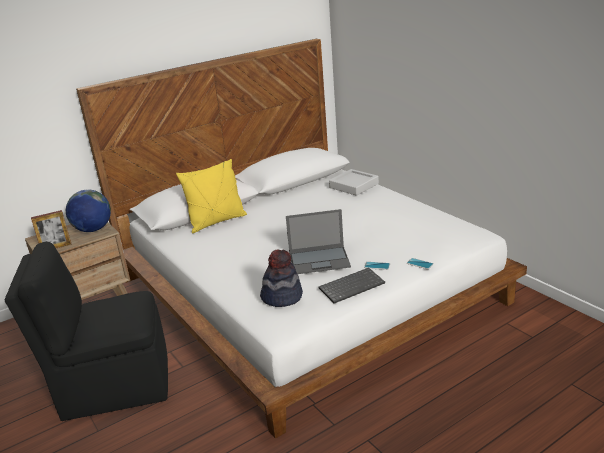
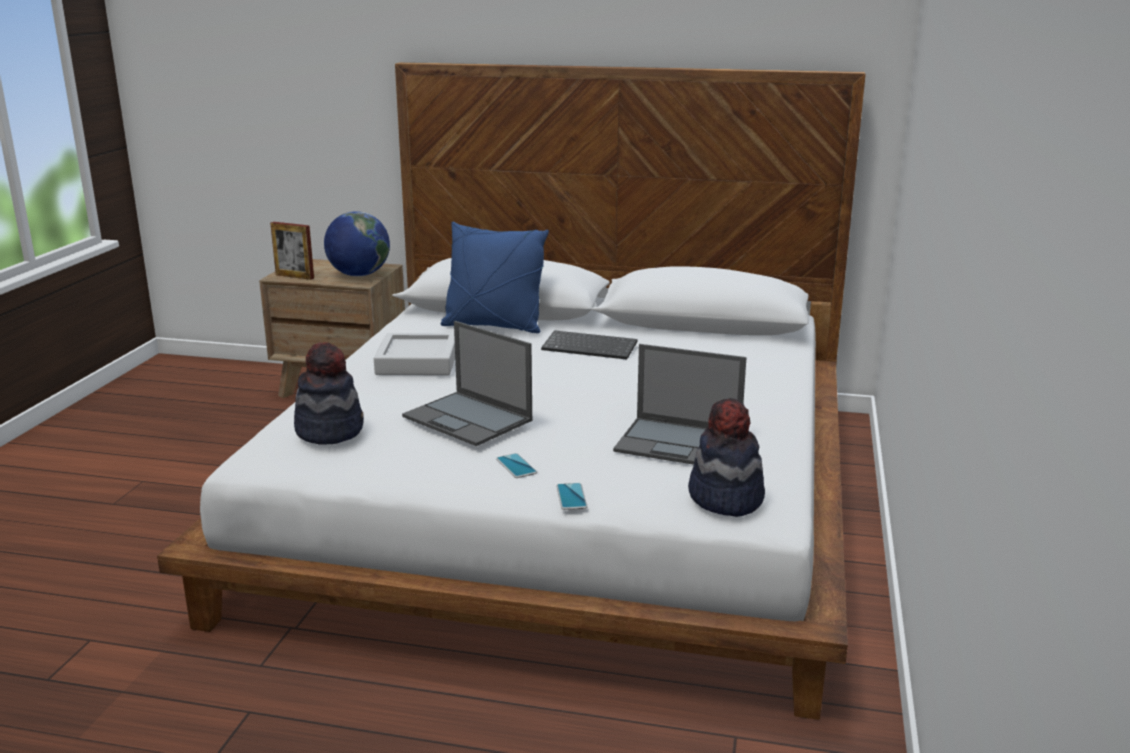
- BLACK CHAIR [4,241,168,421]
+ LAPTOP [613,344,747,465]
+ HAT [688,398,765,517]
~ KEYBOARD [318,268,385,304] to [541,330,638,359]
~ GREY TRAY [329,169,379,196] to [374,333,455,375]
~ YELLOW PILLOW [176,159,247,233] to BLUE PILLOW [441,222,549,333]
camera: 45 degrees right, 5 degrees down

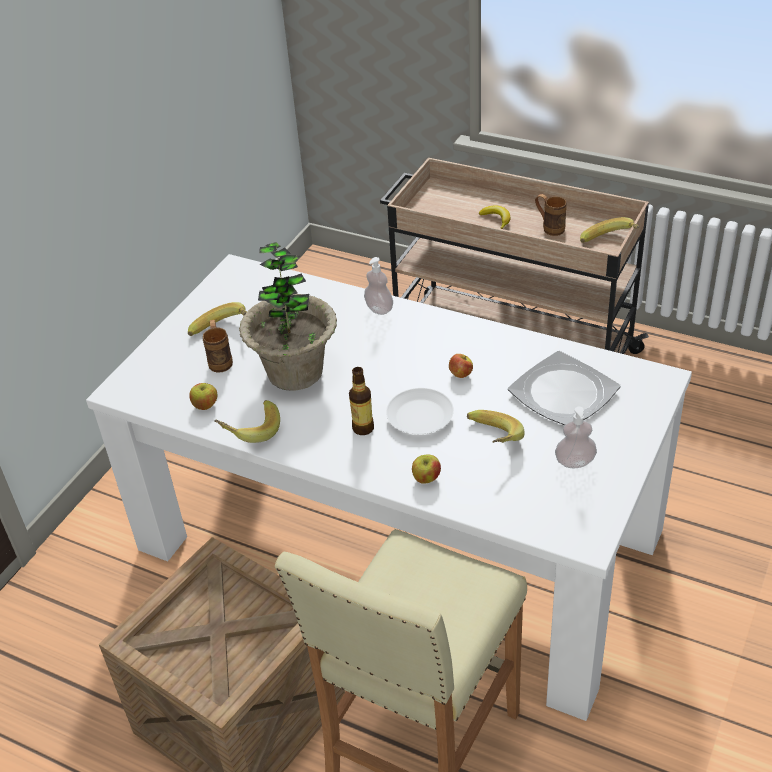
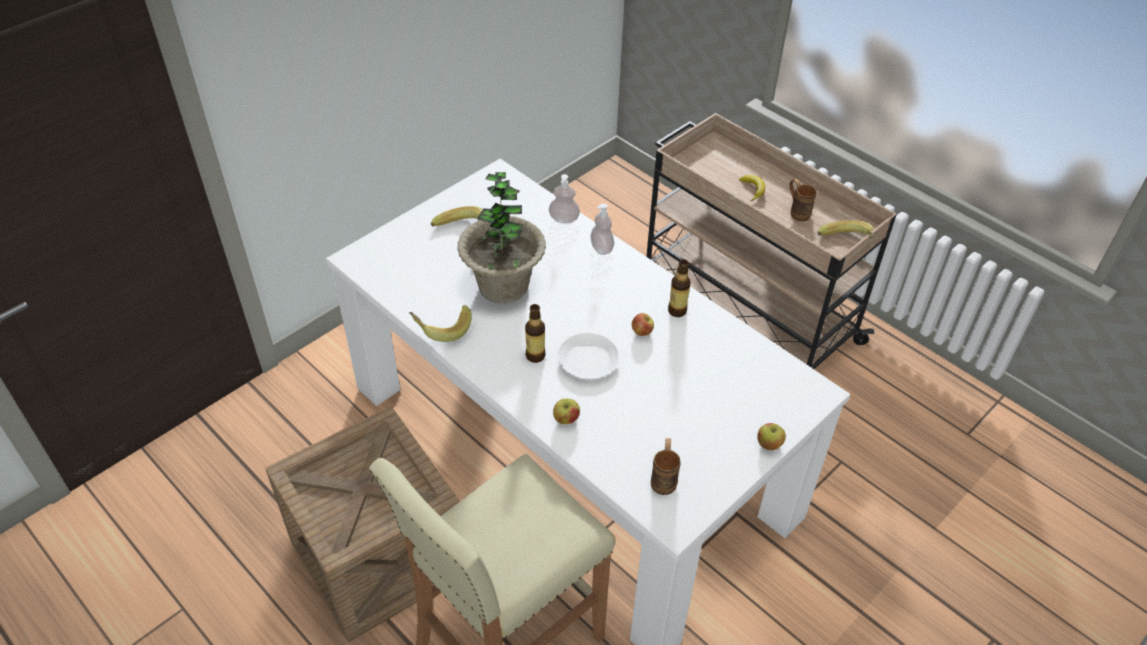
- BANANA [467,410,524,443]
- PLATE [508,351,620,425]
+ BOTTLE [668,259,691,317]
~ APPLE [189,383,217,410] to [757,423,786,450]
~ BROWN MUG [203,320,233,372] to [651,438,681,495]
~ SOAP DISPENSER [555,407,597,468] to [549,174,580,224]
camera: 15 degrees right, 5 degrees up

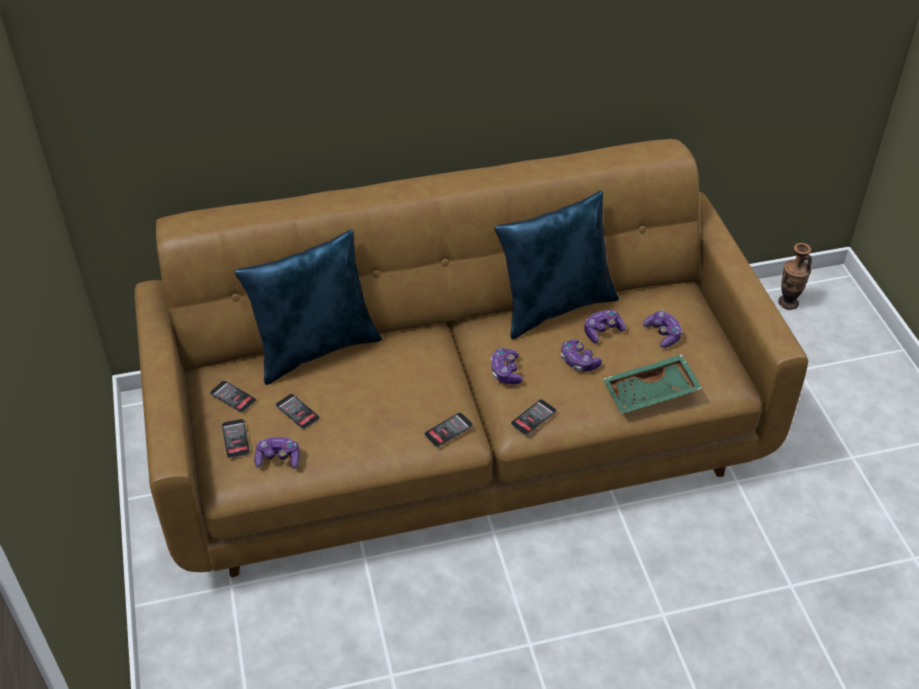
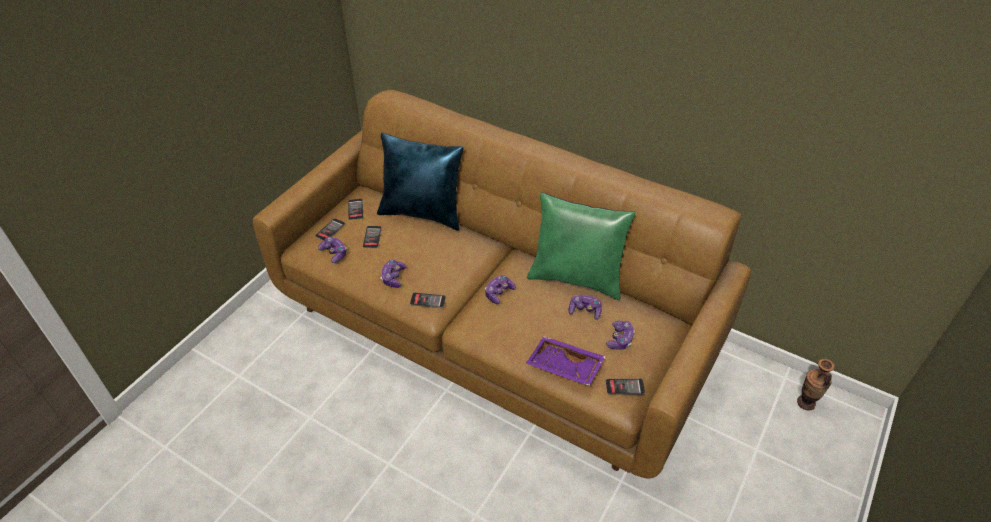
~ PHONE [511,399,557,435] to [606,379,645,395]
~ GAME CONTROLLER [561,339,602,372] to [380,260,406,288]
~ BLUE PILLOW [495,191,619,339] to GREEN PILLOW [527,193,635,300]
~ GREEN TRAY [603,354,702,414] to PURPLE TRAY [526,336,606,386]
camera: 45 degrees right, 0 degrees up

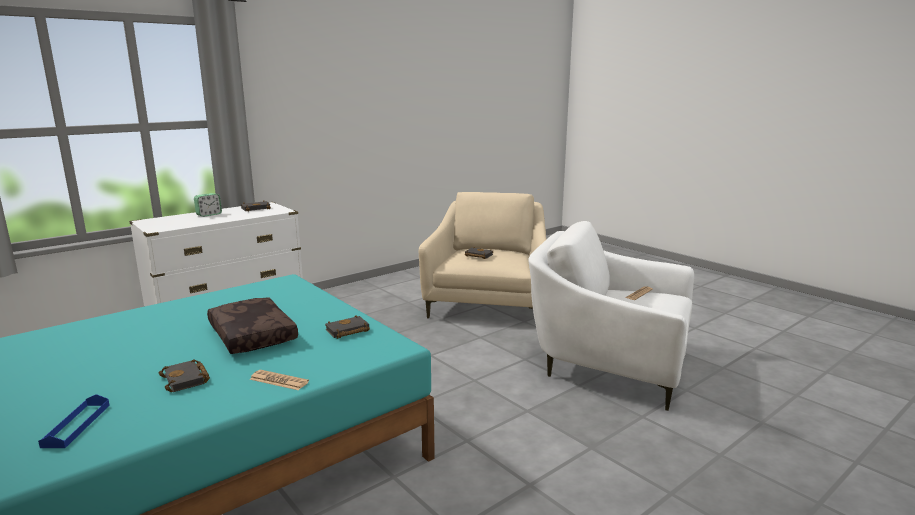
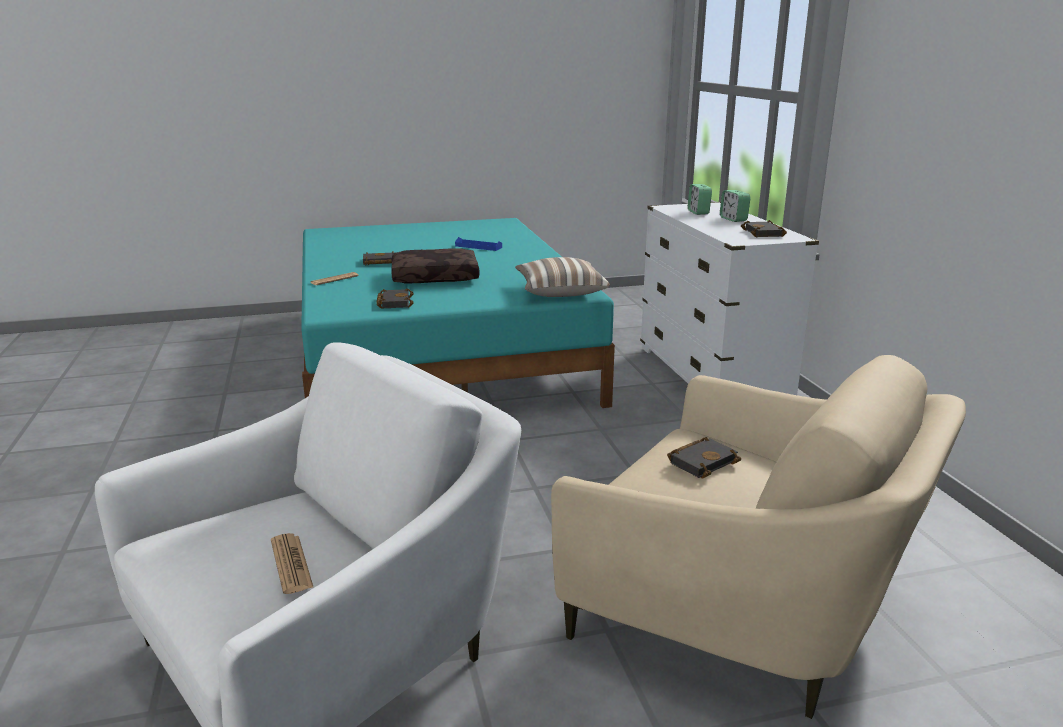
+ PILLOW [515,257,610,297]
+ ALARM CLOCK [688,184,712,215]
~ BLUE TRAY [38,394,110,448] to [455,237,502,251]
camera: 115 degrees right, 5 degrees up

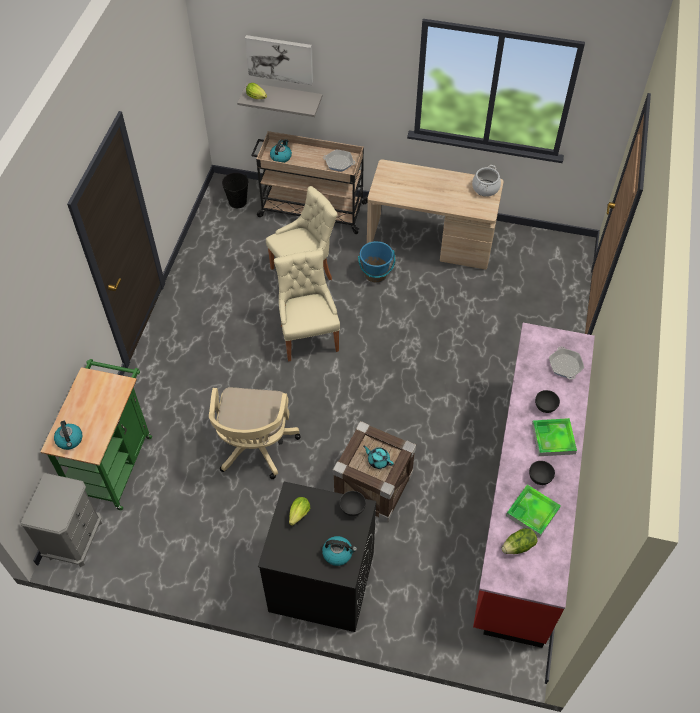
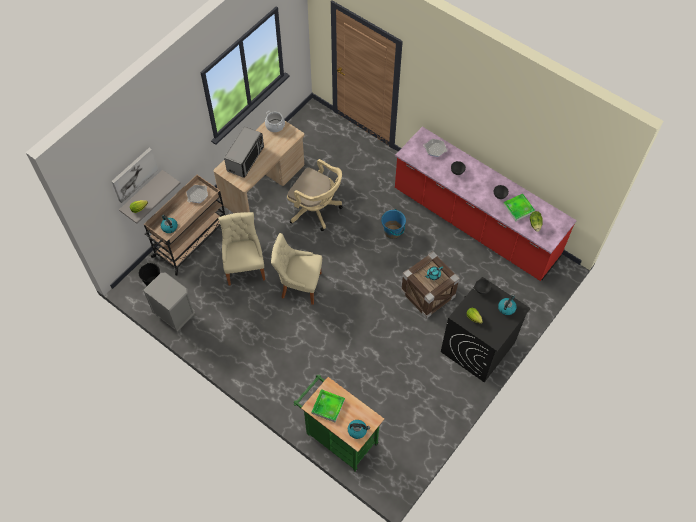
+ MICROWAVE [224,126,264,178]
~ GREY NIGHTSTAND [20,473,102,567] to [143,272,195,332]
~ BEIGE OFFICE CHAIR [209,387,301,479] to [287,159,343,231]
~ BLUE BUCKET [358,241,395,282] to [381,209,406,239]
~ TRAY [532,418,577,456] to [311,389,345,422]
camera: 65 degrees left, 5 degrees up

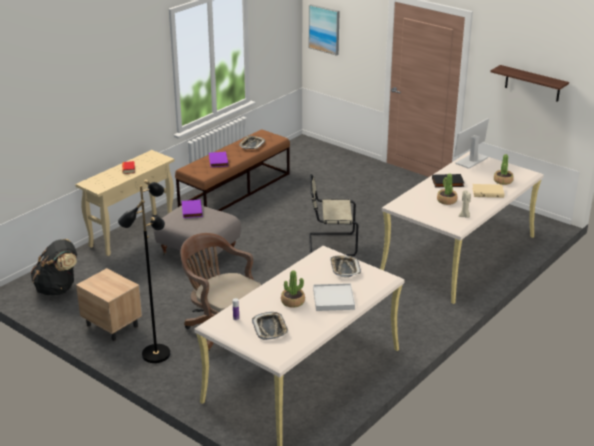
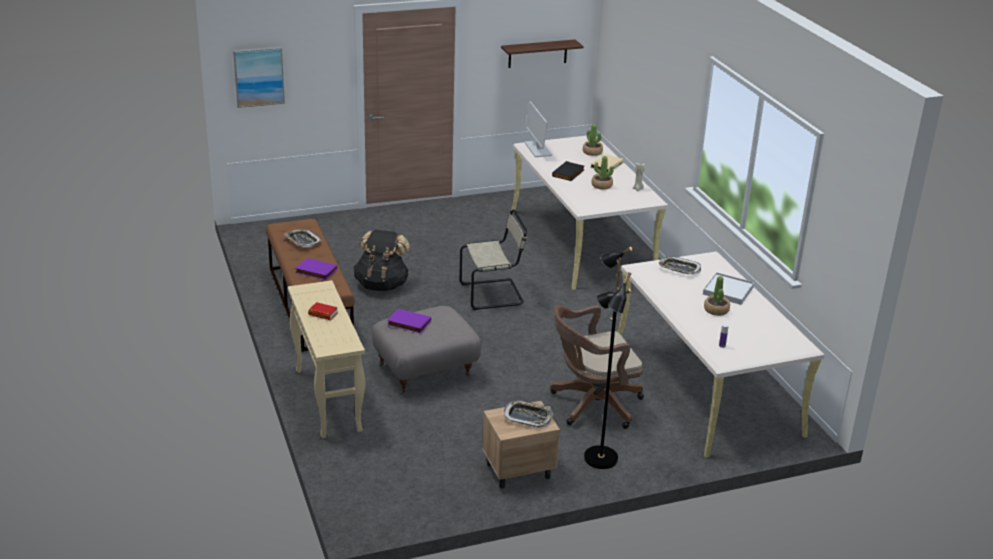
~ BLACK BACKPACK [31,239,77,295] to [354,230,410,291]
~ TRAY [252,312,289,340] to [504,400,553,428]
~ BEIGE CHAIR [309,174,358,256] = [459,210,527,310] 135 degrees counterclockwise
camera: 60 degrees left, 0 degrees up

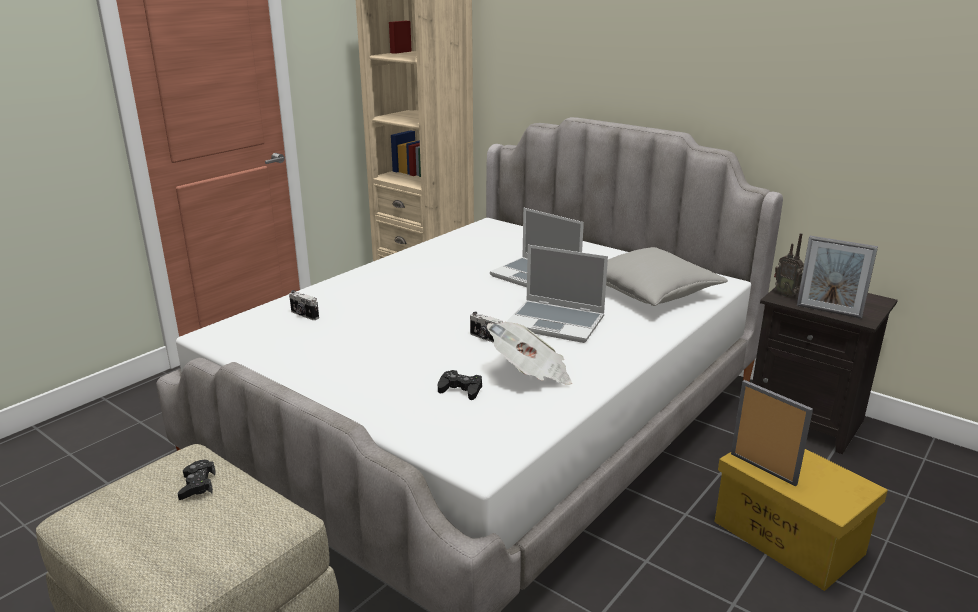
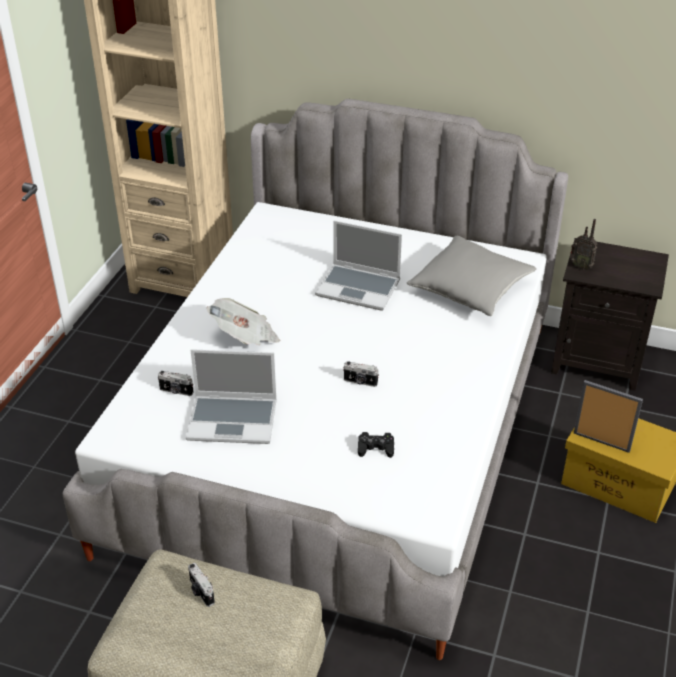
- PICTURE FRAME [797,236,878,319]
~ NEWSPAPER [487,322,572,385] to [207,298,280,345]
~ LAPTOP [506,245,608,343] to [186,349,277,444]
~ BLACK GAME CONTROLLER [178,460,216,500] to PHOTO CAMERA [188,563,215,607]
camera: 20 degrees left, 15 degrees up

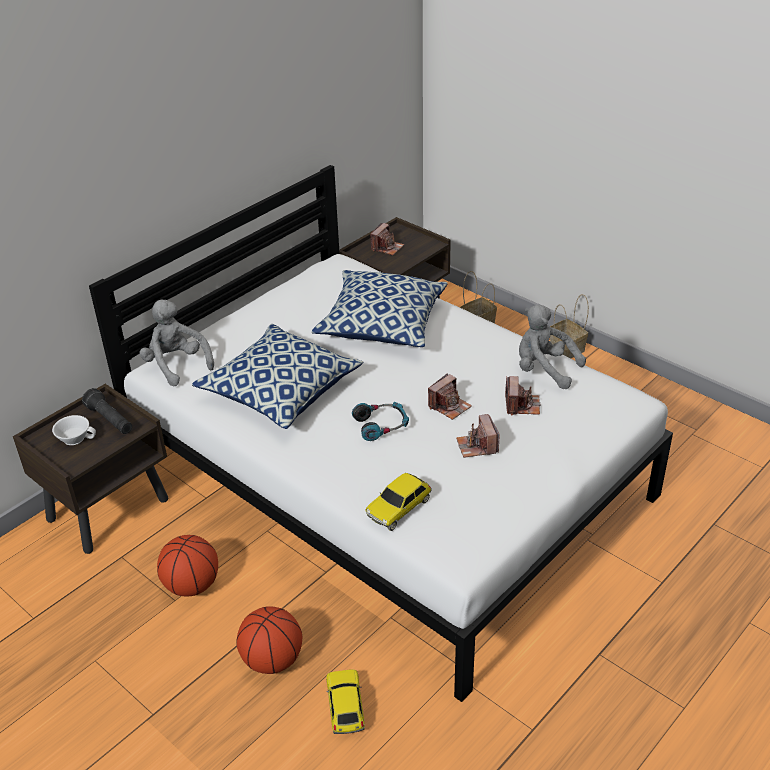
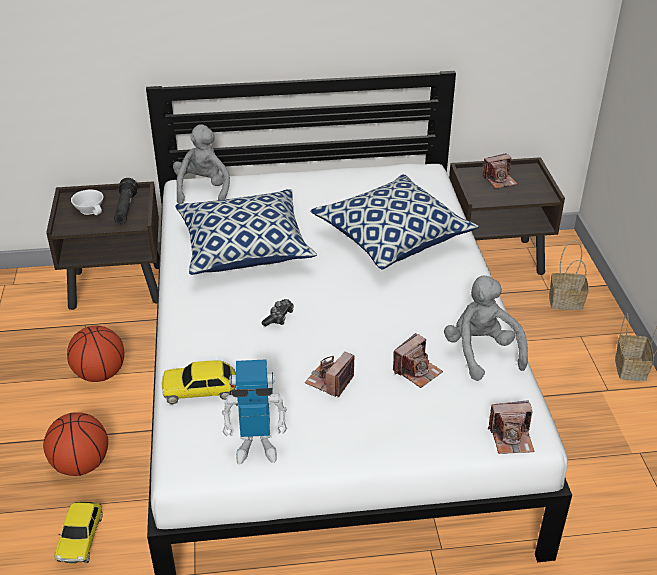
+ TOY ROBOT [222,359,287,465]
~ PHOTO CAMERA [428,373,472,420] to [488,400,534,454]
~ HEADPHONES [352,402,409,441] to GAME CONTROLLER [262,299,294,326]
~ TOY CAR [326,669,365,734] = [54,501,103,563] 150 degrees clockwise
camera: 40 degrees right, 0 degrees up

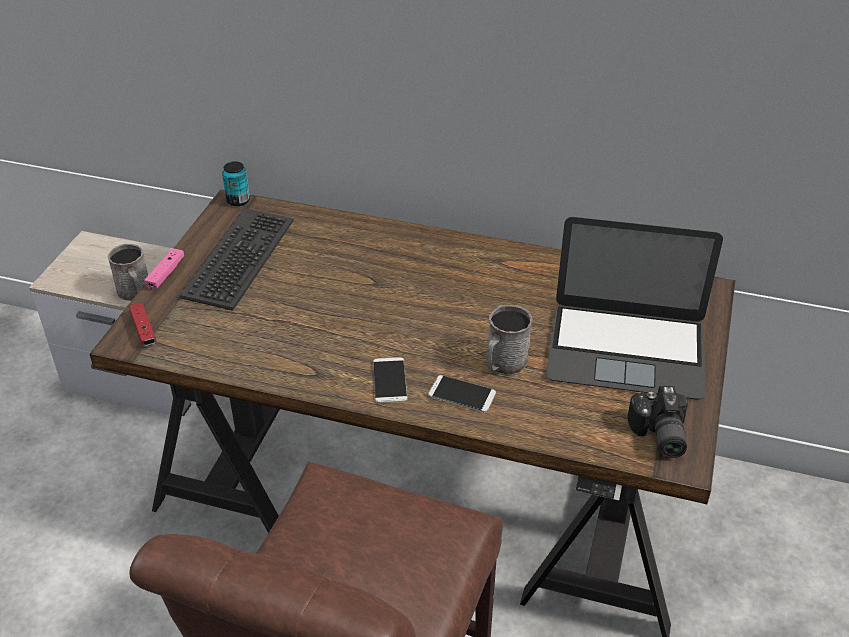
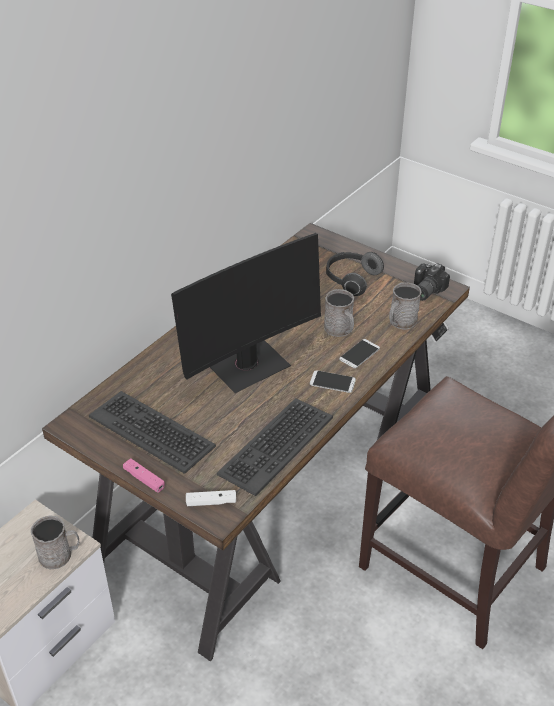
- CAN [222,161,250,206]
+ MONITOR [171,233,321,393]
+ KEYBOARD [217,398,333,496]
+ GREY MUG [389,283,421,329]
~ LAPTOP [546,217,723,400] to HEADPHONES [326,252,384,296]
~ RED GAME CONTROLLER [129,302,157,346] to WHITE GAME CONTROLLER [186,490,236,506]
~ PHOTO CAMERA [627,386,688,458] = [414,263,450,301] 105 degrees clockwise
camera: 70 degrees left, 0 degrees up

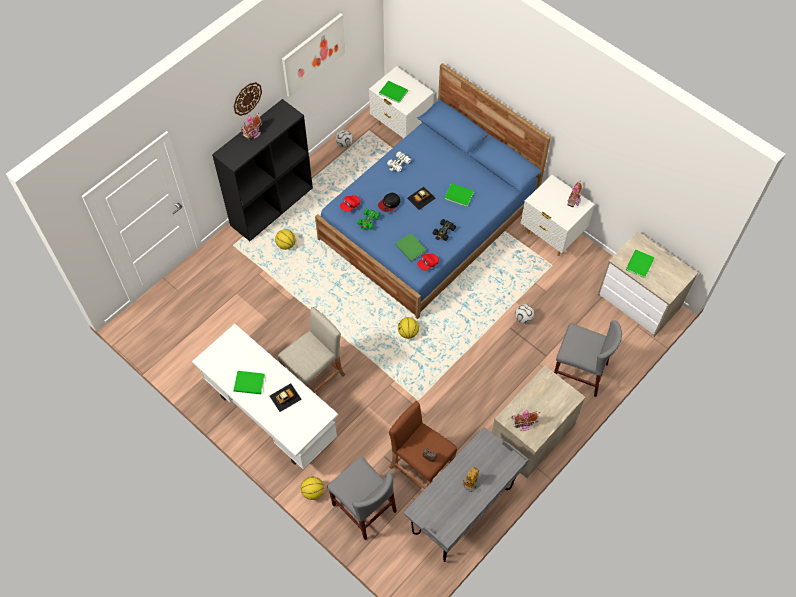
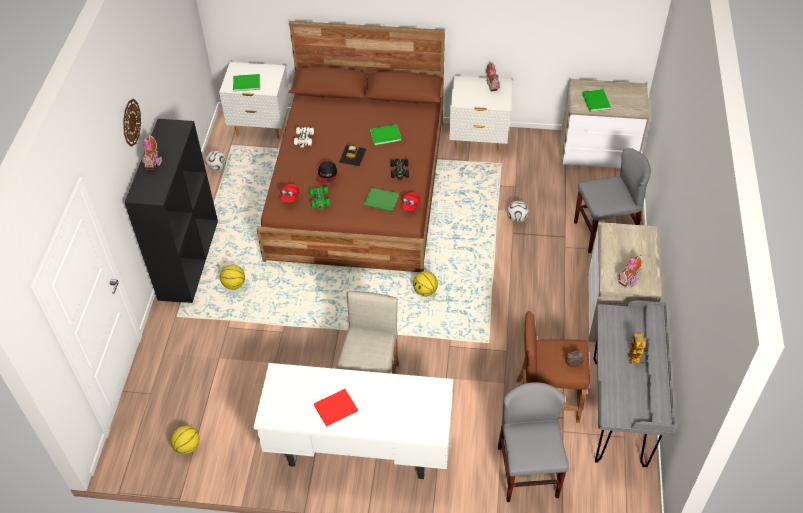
- TOY CAR [270,383,302,412]
- PICTURE [282,13,345,97]
~ BASKETBALL [301,477,324,500] to [171,426,199,454]
~ GREEN BOOK [233,371,265,394] to RED BOOK [314,389,358,427]
~ BLUE BED [315,63,551,319] to BROWN BED [257,21,445,272]
~ GREY CHAIR [327,456,397,540] = [498,382,569,502] 105 degrees counterclockwise
camera: 35 degrees left, 10 degrees down

